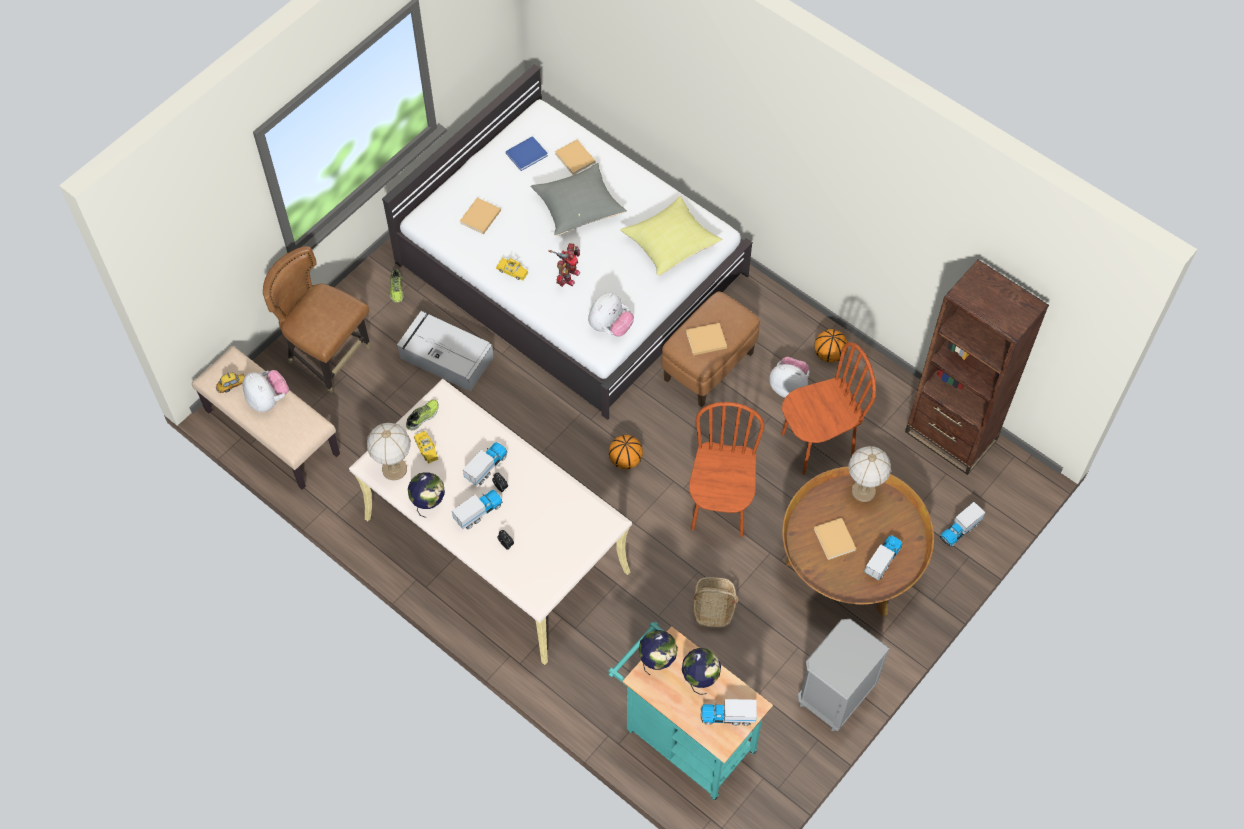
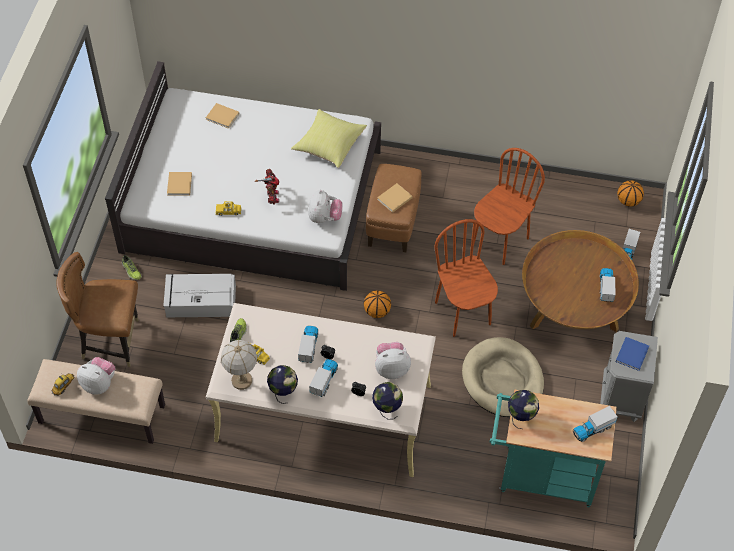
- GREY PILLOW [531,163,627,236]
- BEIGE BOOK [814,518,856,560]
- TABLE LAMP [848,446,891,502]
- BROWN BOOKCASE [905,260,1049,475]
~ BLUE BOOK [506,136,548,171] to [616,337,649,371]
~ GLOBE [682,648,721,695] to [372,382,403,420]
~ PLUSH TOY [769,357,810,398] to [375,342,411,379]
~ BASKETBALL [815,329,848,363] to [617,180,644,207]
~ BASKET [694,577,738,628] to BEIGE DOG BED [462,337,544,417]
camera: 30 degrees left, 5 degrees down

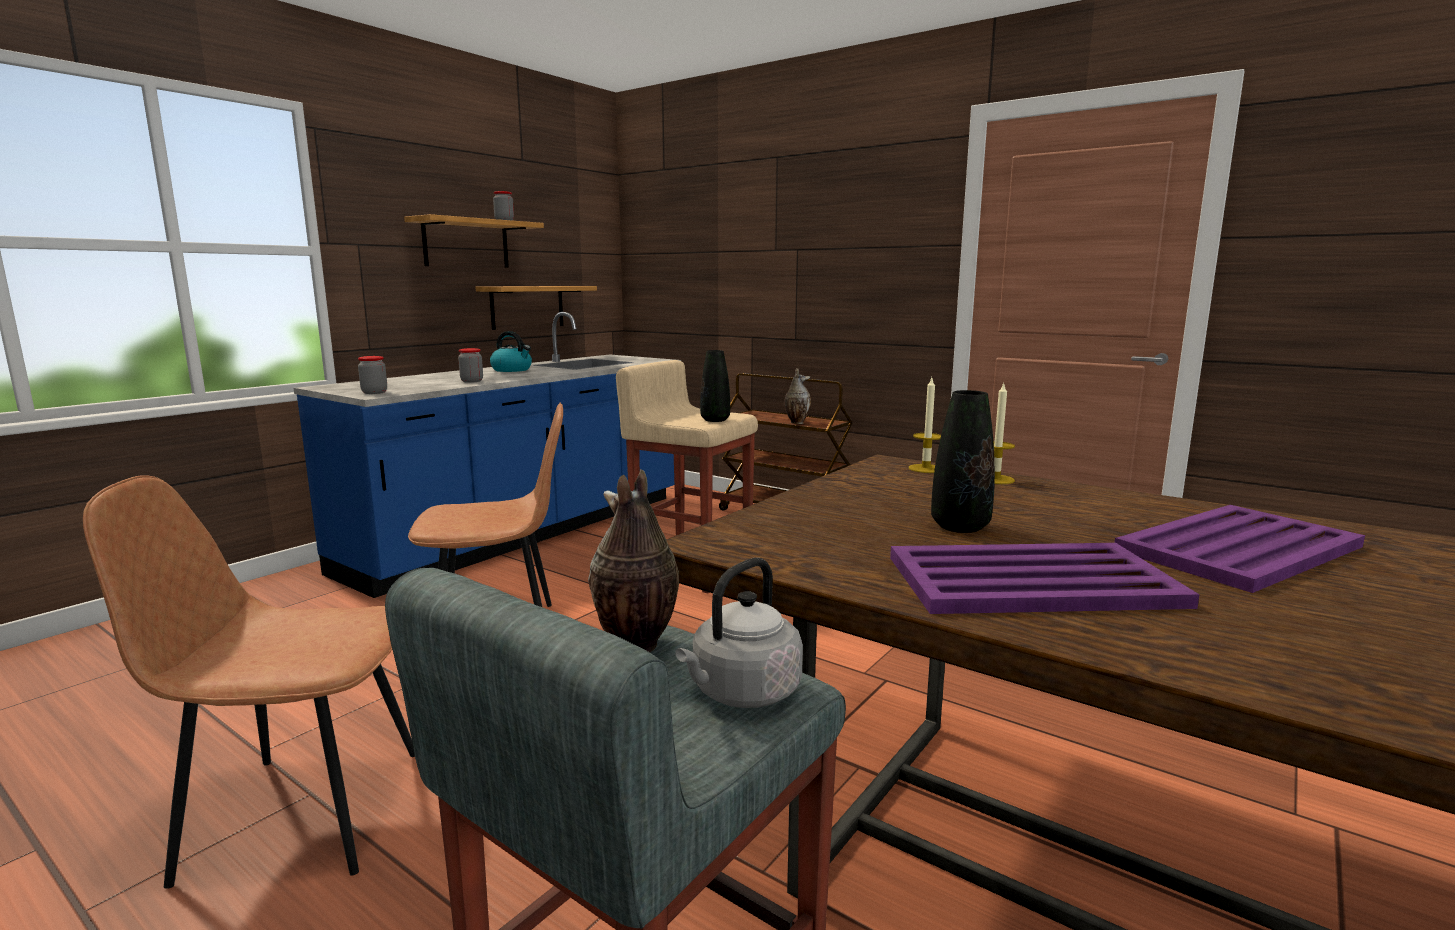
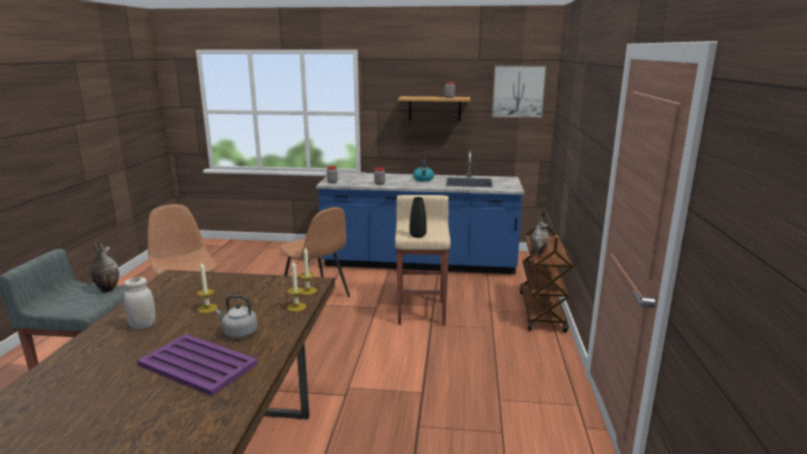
- SHELF [475,286,597,330]
+ PICTURE [491,65,547,118]
~ GREY KETTLE [675,558,803,708] to [215,295,257,338]
~ PURPLE TRAY [890,543,1200,614] to WHITE JAR [124,277,156,329]
~ BLACK VASE [931,390,995,533] to CANDLE [197,263,218,313]
camera: 60 degrees right, 5 degrees up

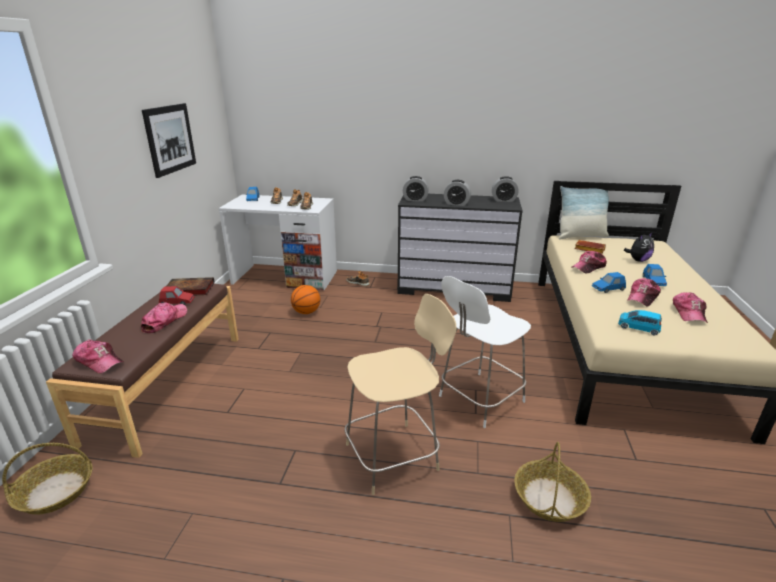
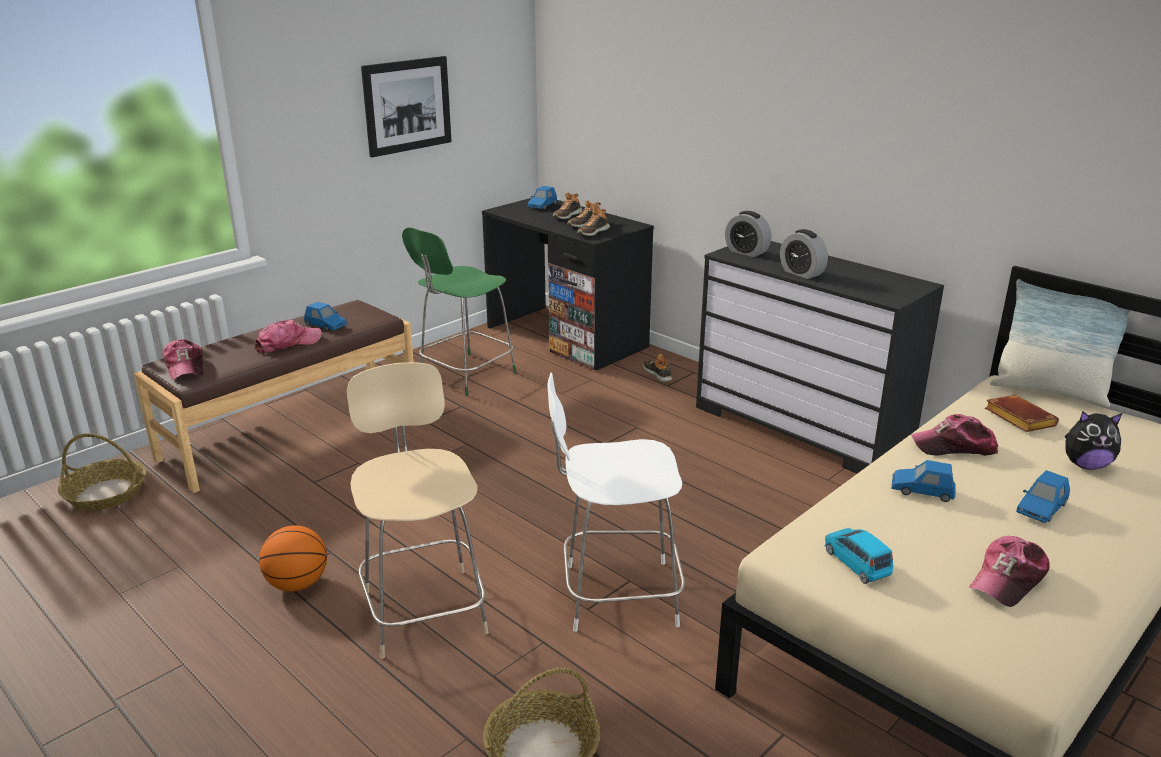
- BOOK [166,277,215,295]
- ALARM CLOCK [492,176,519,202]
- CAP [627,278,661,307]
+ GREEN CHAIR [402,227,516,396]
~ BASKETBALL [291,285,320,314] to [259,525,327,592]
~ RED TOY CAR [159,286,195,305] to BLUE TOY CAR [304,302,347,332]
~ WHITE DESK [219,194,337,290] to BLACK DESK [482,198,654,370]
~ BEIGE CHAIR [344,294,456,495] = [347,362,489,659] 120 degrees counterclockwise
camera: 35 degrees right, 0 degrees up

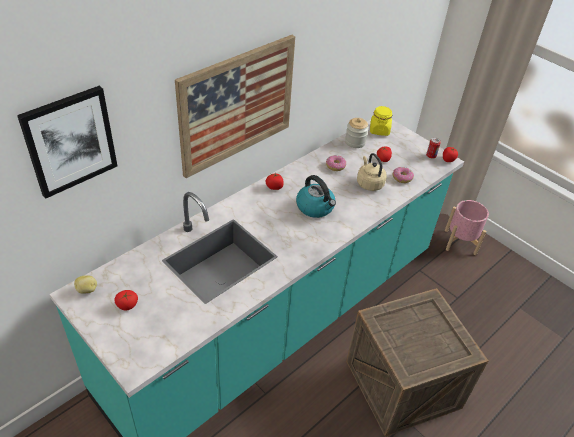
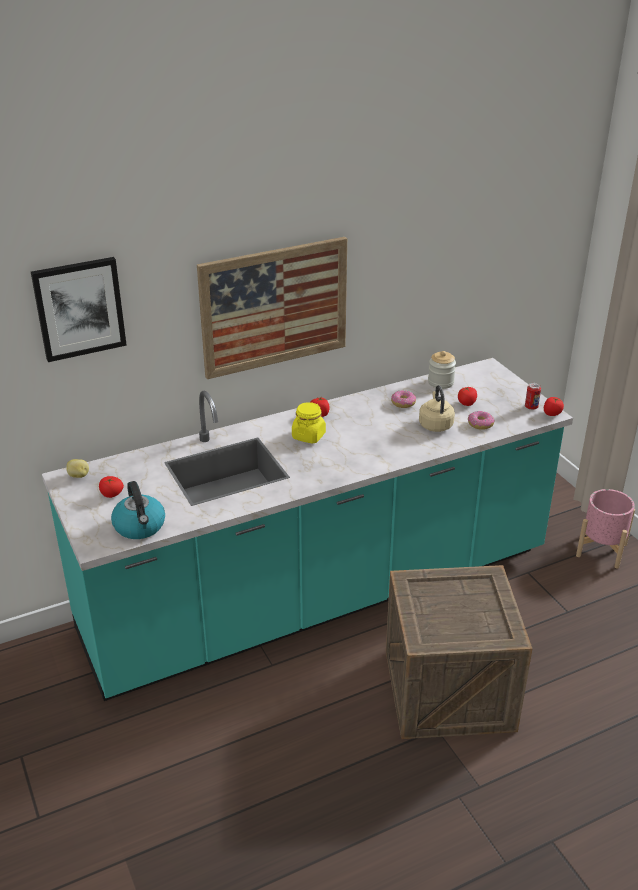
~ KETTLE [296,175,336,218] to [111,481,165,539]
~ YELLOW JAR [370,106,392,136] to [292,402,326,444]
camera: 20 degrees right, 10 degrees down

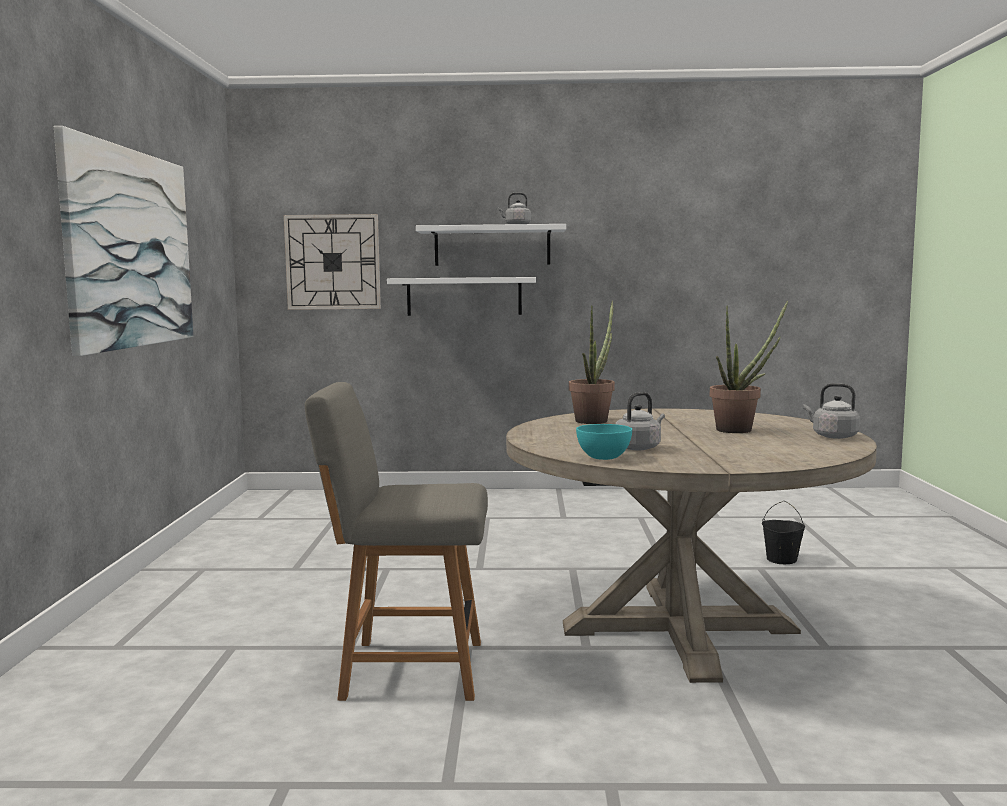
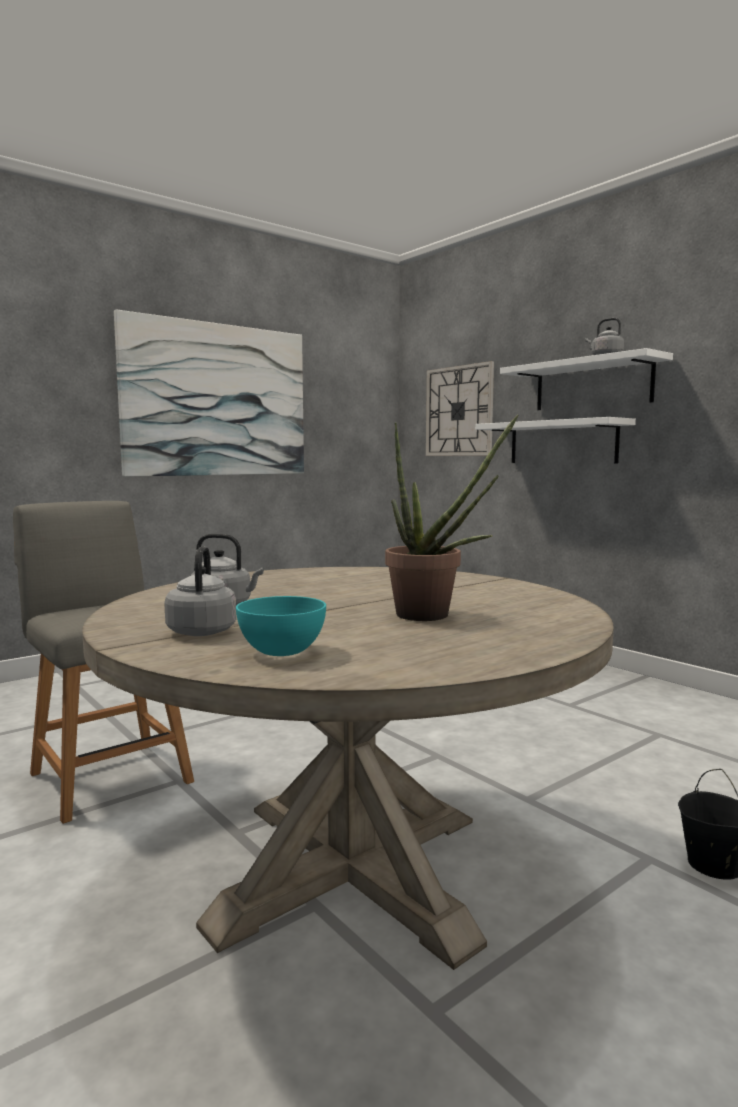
- POTTED PLANT [569,300,615,424]
~ TURQUOISE BOWL [576,424,632,460] to [236,596,326,656]
~ GREY KETTLE [803,383,860,439] to [164,546,236,636]
camera: 50 degrees right, 0 degrees up

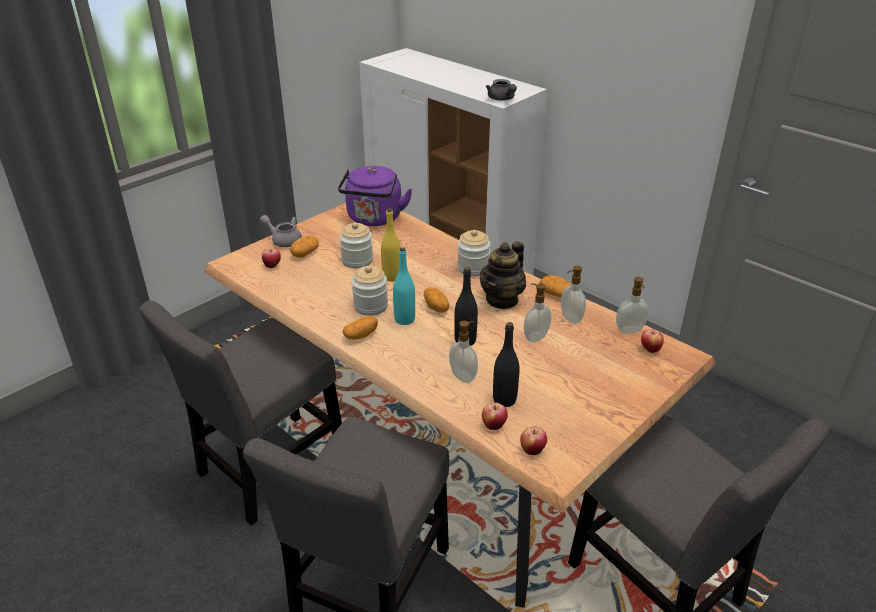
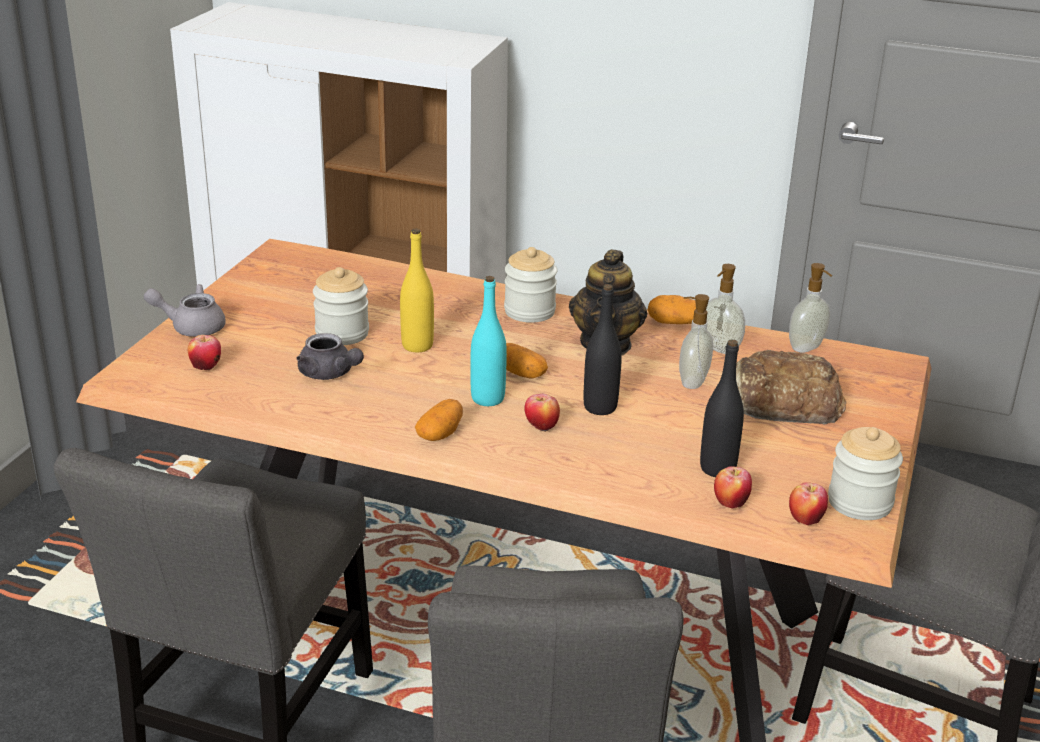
- POTATO [290,236,319,258]
- PURPLE KETTLE [338,166,413,226]
- SOAP DISPENSER [449,321,478,383]
+ BREAD [736,350,846,425]
~ JAR [351,266,388,316] to [828,427,903,520]
~ GREY TEAPOT [486,79,517,101] to [296,333,364,380]
~ APPLE [641,329,664,353] to [525,394,560,432]
camera: 25 degrees left, 5 degrees down

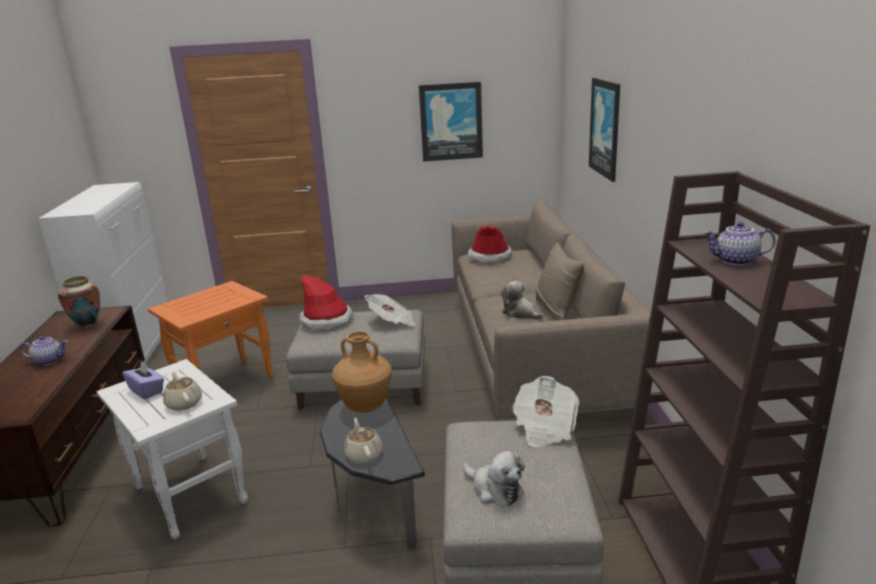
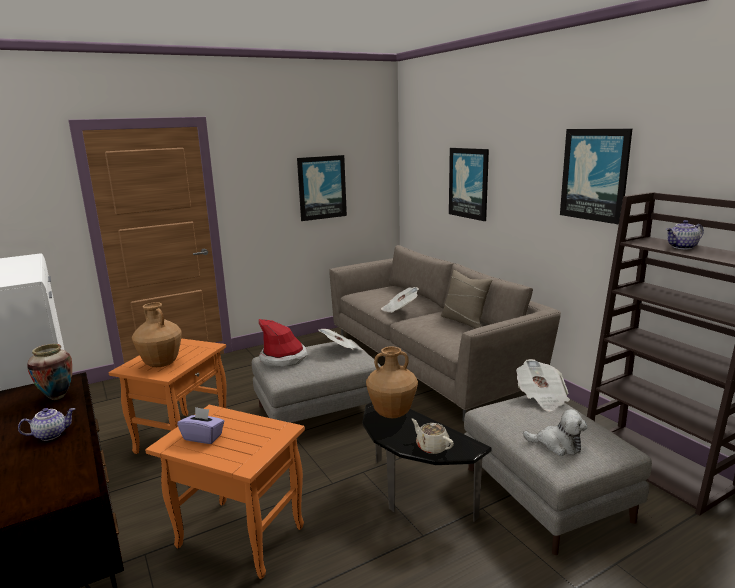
- BEIGE TEAPOT [163,371,202,411]
- HAT [468,225,512,263]
- PLUSH TOY [501,281,544,320]
+ BROWN VASE [132,302,182,367]
+ NEWSPAPER [381,287,419,313]
+ PICTURE [560,129,632,224]
~ WHITE SIDE TABLE [97,359,248,540] to ORANGE SIDE TABLE [145,405,305,579]
camera: 25 degrees left, 5 degrees down

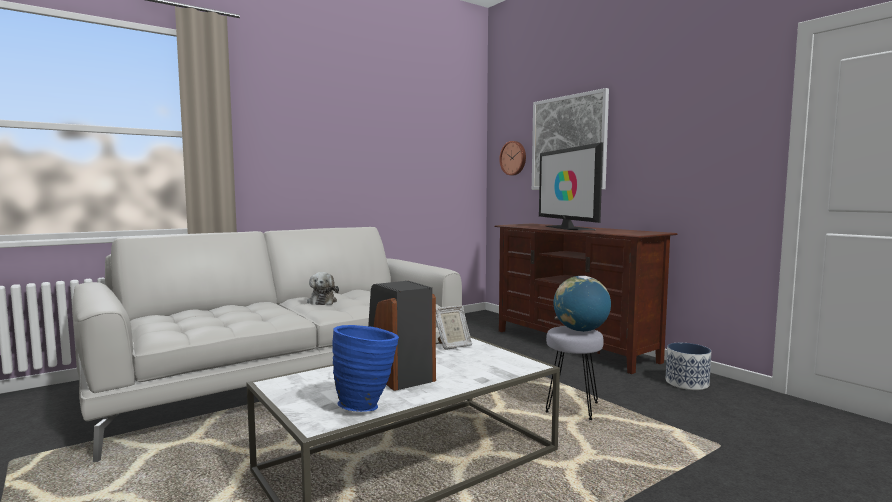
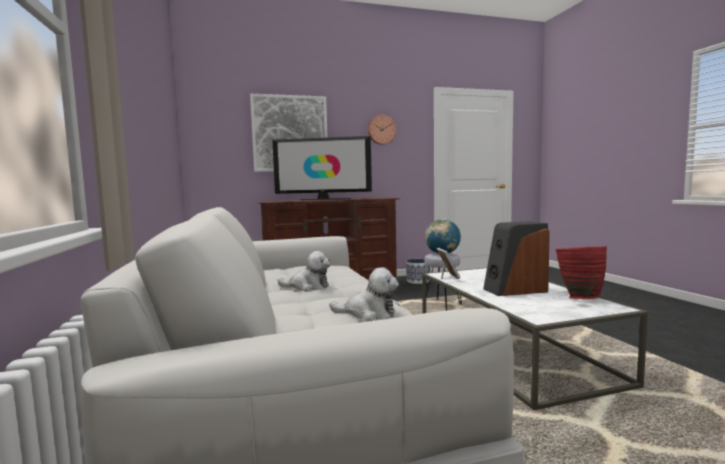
+ PLUSH TOY [329,267,399,321]
~ WALL CLOCK [499,141,526,175] to [368,115,396,145]
~ BLUE VASE [332,325,399,412] to RED VASE [556,246,607,299]
camera: 70 degrees left, 0 degrees up

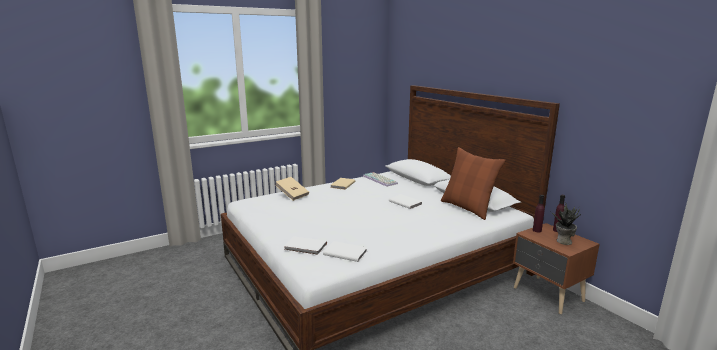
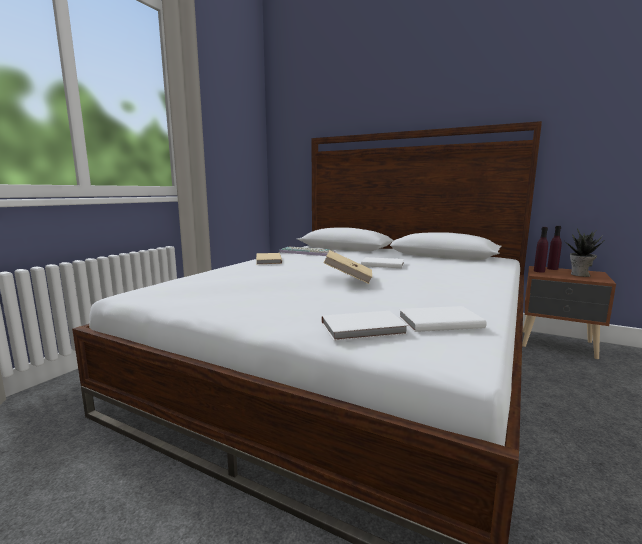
- BROWN PILLOW [441,147,506,220]
~ BEIGE BOOK [275,177,309,201] to [323,250,372,284]
camera: 30 degrees left, 5 degrees down

